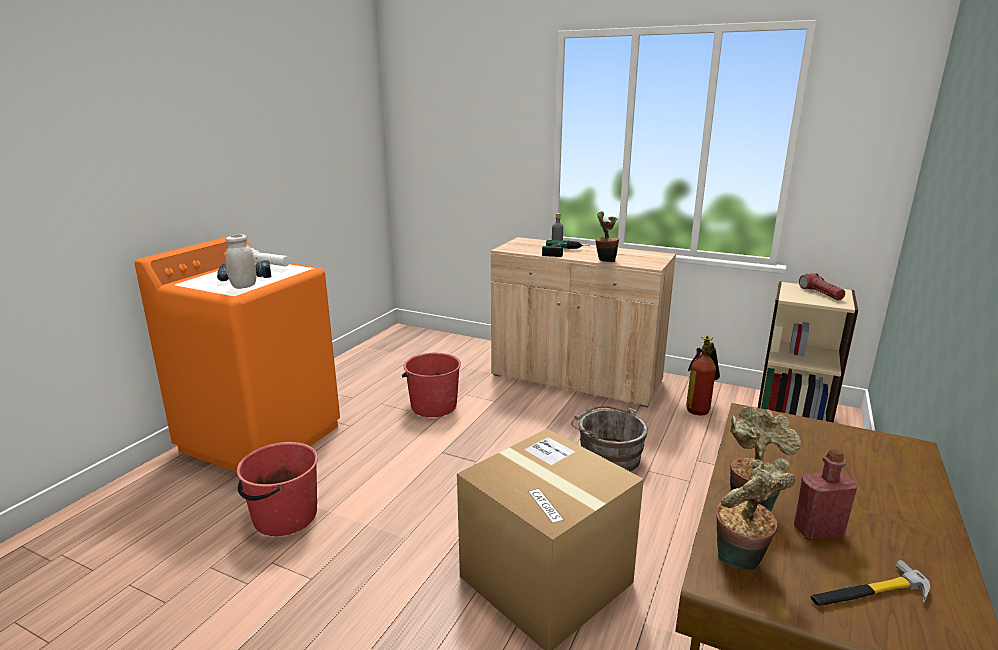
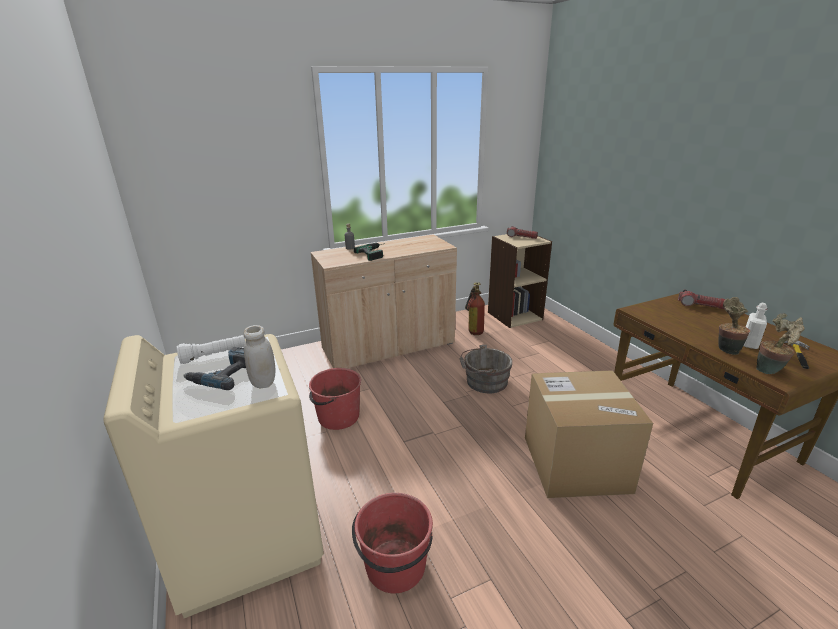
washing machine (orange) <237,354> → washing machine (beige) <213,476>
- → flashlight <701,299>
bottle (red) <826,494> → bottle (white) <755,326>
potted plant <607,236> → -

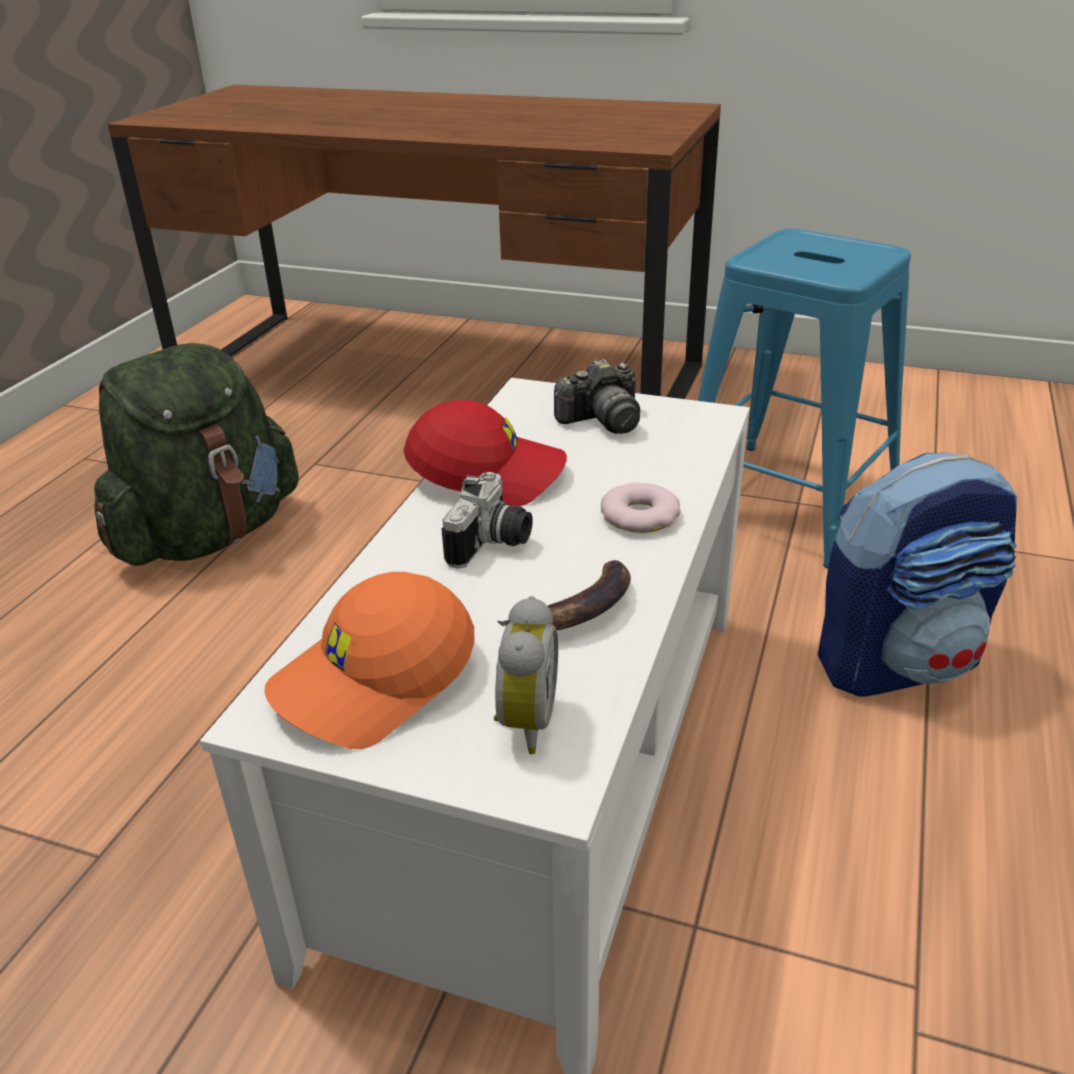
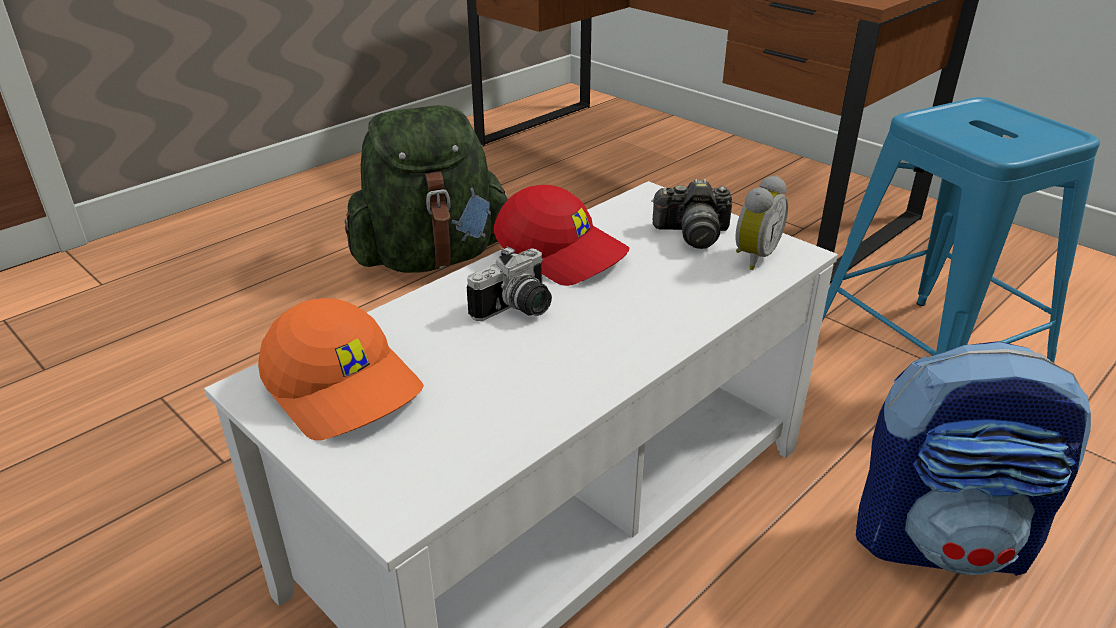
cap (orange) <369,660> → cap (orange) <341,369>, 120 degrees counterclockwise
alarm clock <525,675> → alarm clock <762,222>, relocated
banana <564,595> → -
donut <641,508> → -

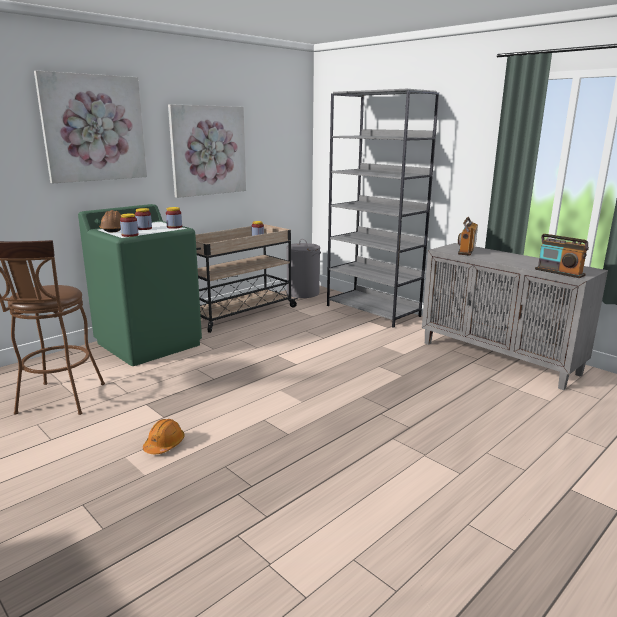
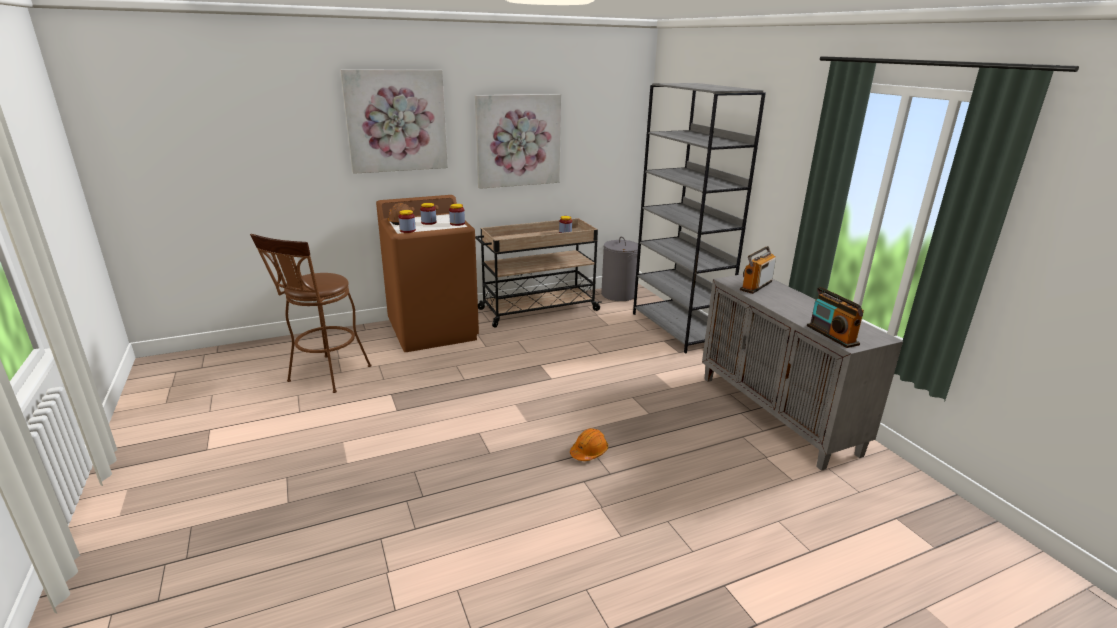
washing machine (green) <140,285> → washing machine (brown) <427,273>
hard hat (orange) <164,436> → hard hat (orange) <589,444>, relocated

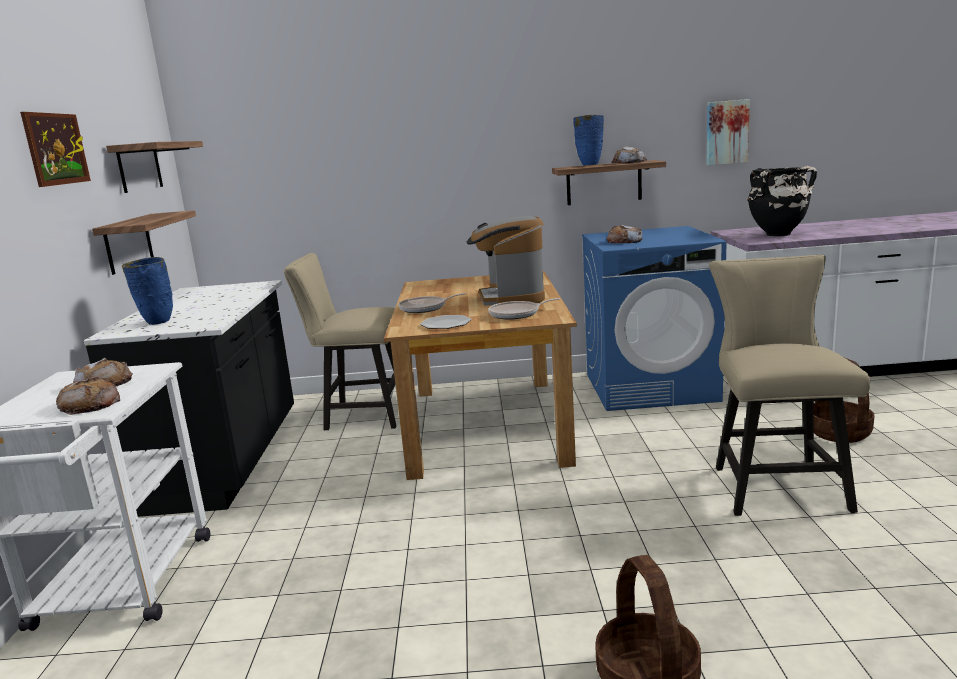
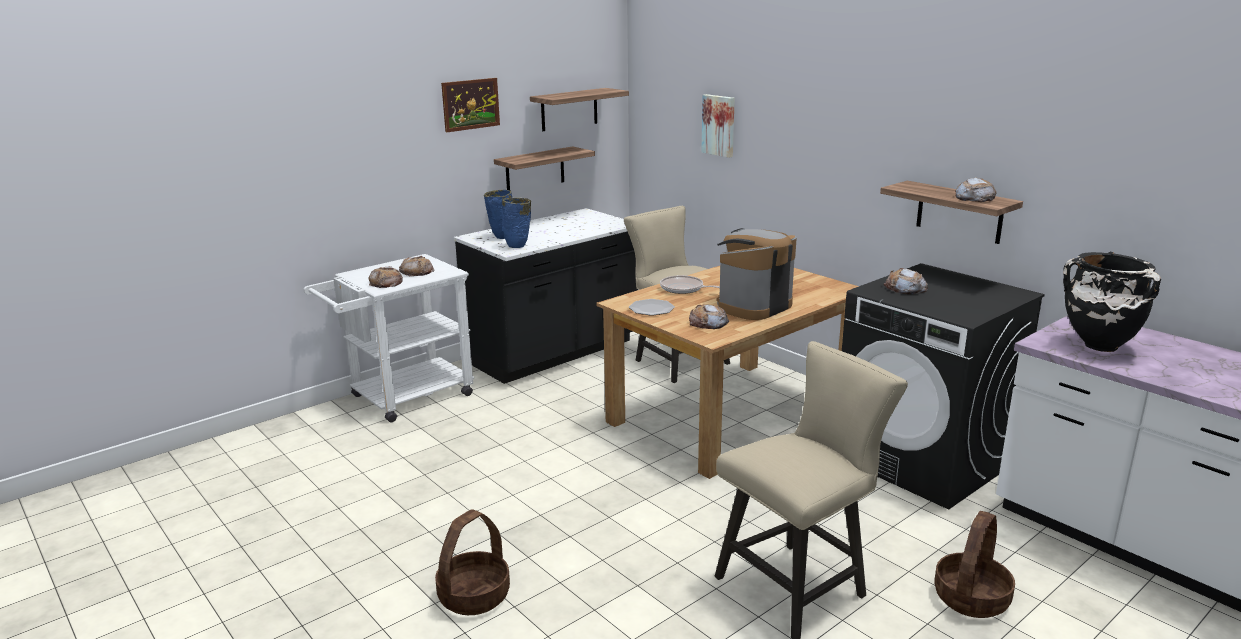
vase (blue) <588,140> → vase (blue) <516,223>, relocated
frying pan <524,308> → bread <709,316>
picture <728,132> → picture <718,126>, relocated
washing machine (blue) <654,318> → washing machine (black) <943,386>

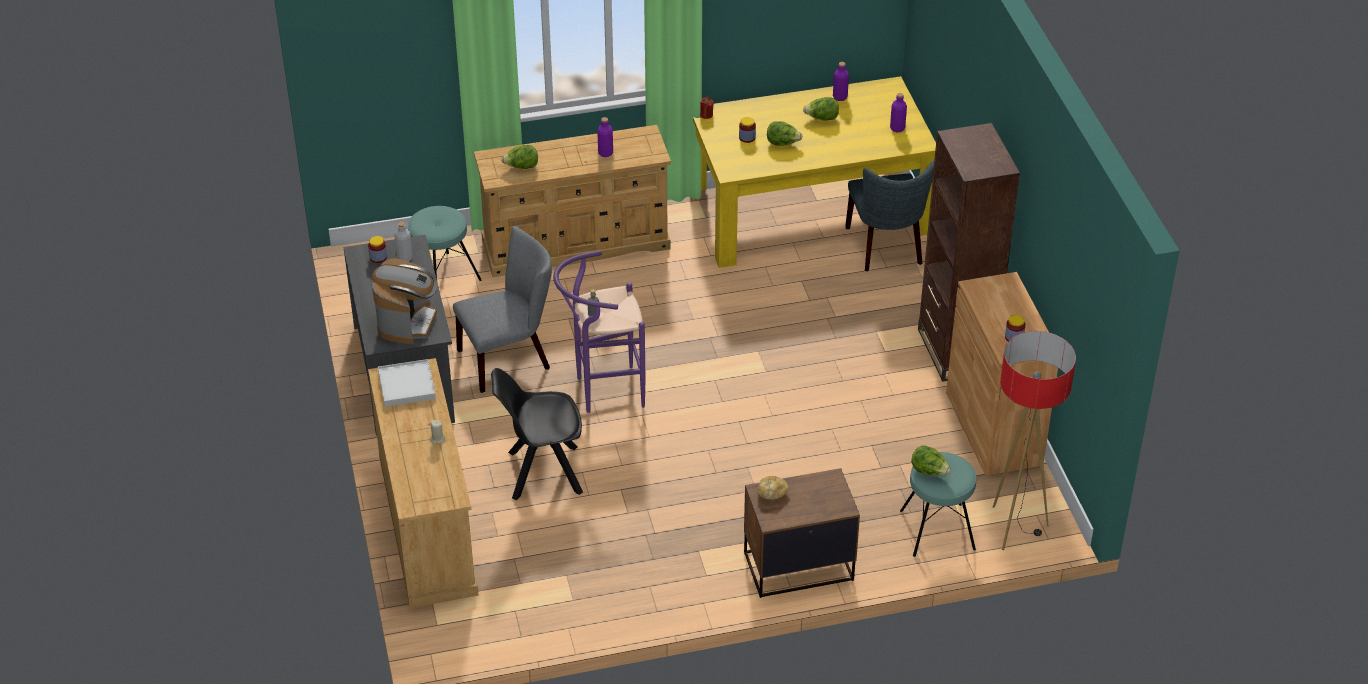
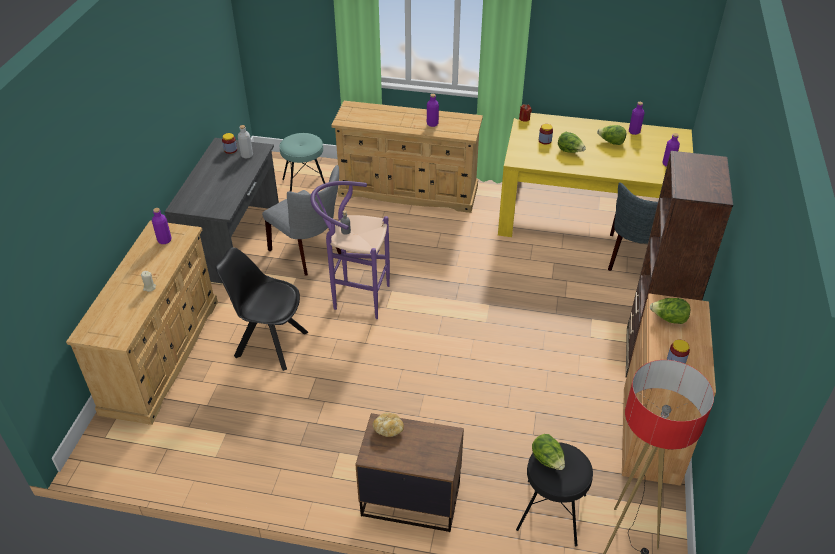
tray (white) <407,383> → bottle (purple) <162,226>
chair (grey) <502,309> → chair (grey) <301,220>, 45 degrees clockwise
stool (turquoise) <938,504> → stool (black) <554,494>
lettuce <519,157> → lettuce <670,311>, relocated
coffee machine <405,301> → -

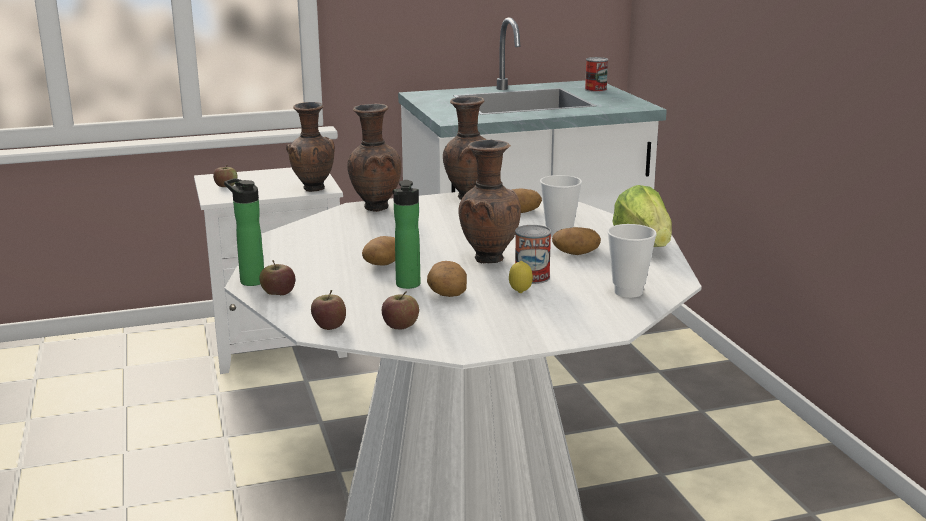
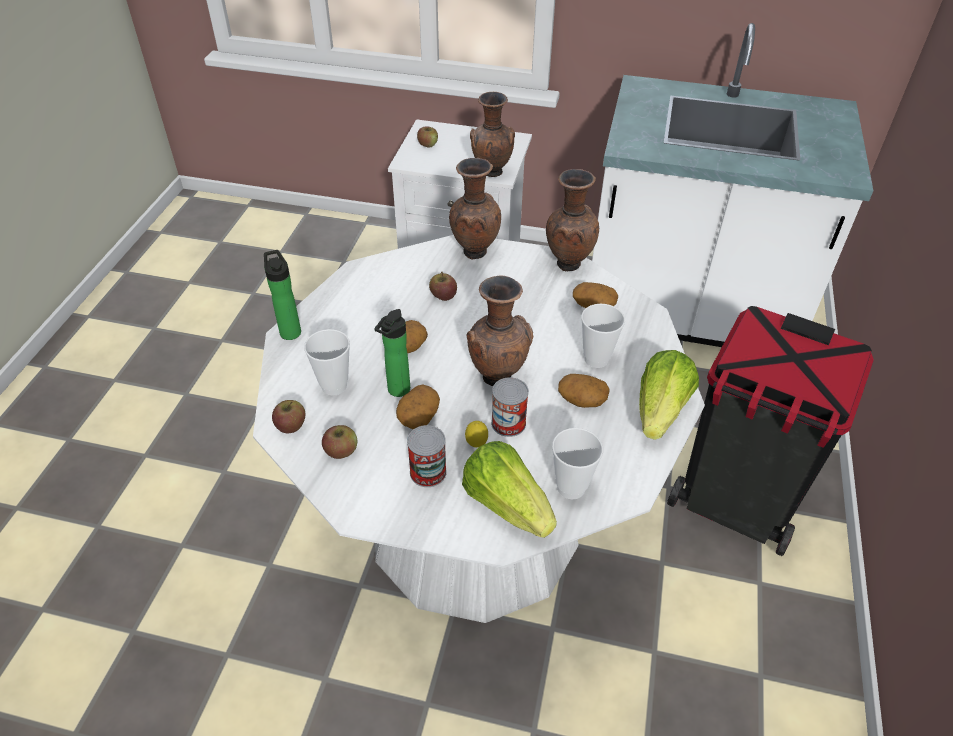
- → cup <327,362>
can <596,74> → can <427,456>, relocated
apple <277,277> → apple <443,286>, relocated
- → lettuce <509,489>
- → trash can (black) <770,431>

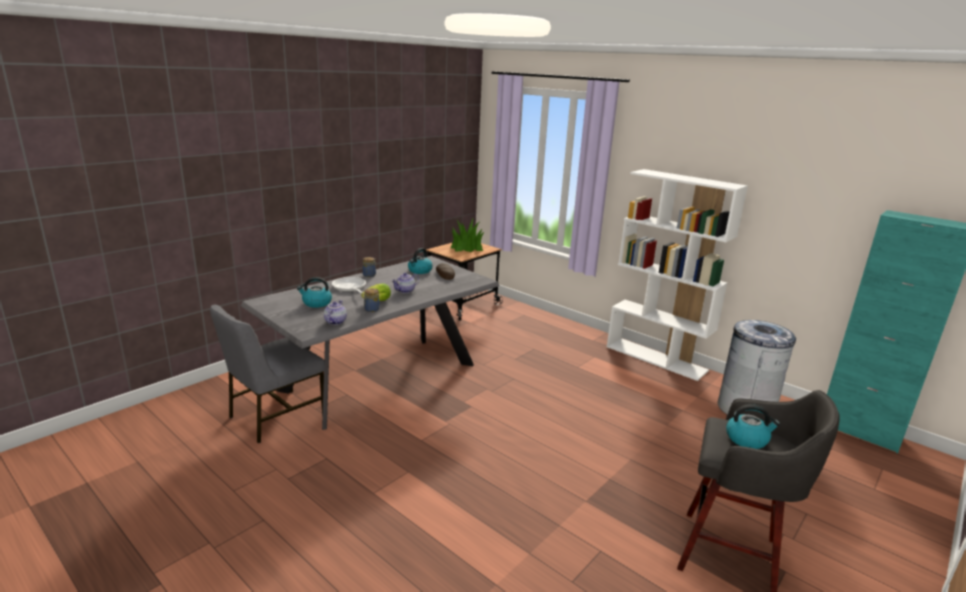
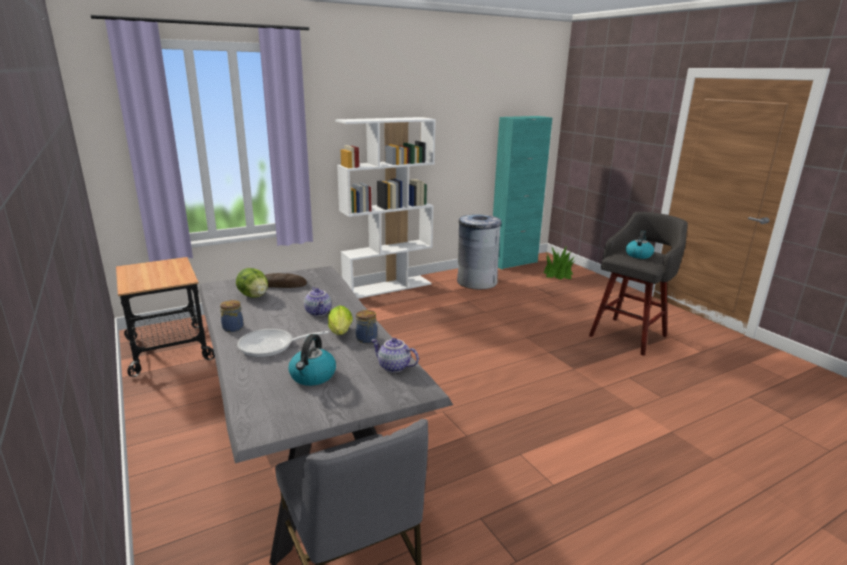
kettle <420,261> → lettuce <252,283>
potted plant <467,235> → potted plant <559,263>, relocated

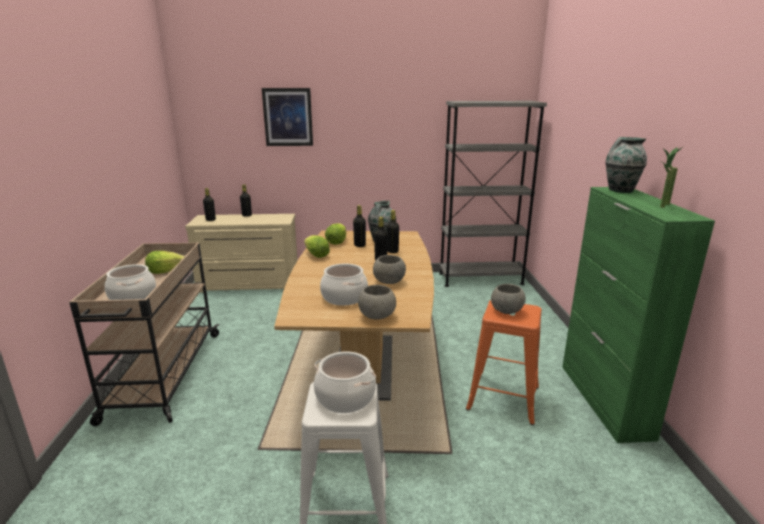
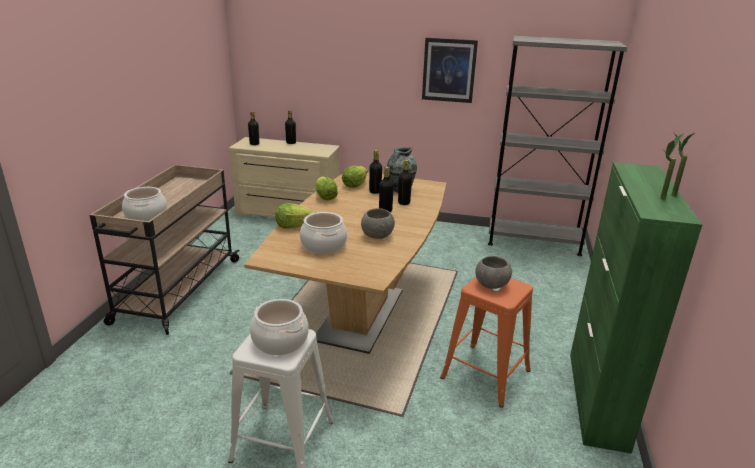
lettuce <165,262> → lettuce <296,216>, relocated
picture <287,117> → picture <450,70>, relocated
bowl (grey) <377,302> → -
vase <626,165> → -

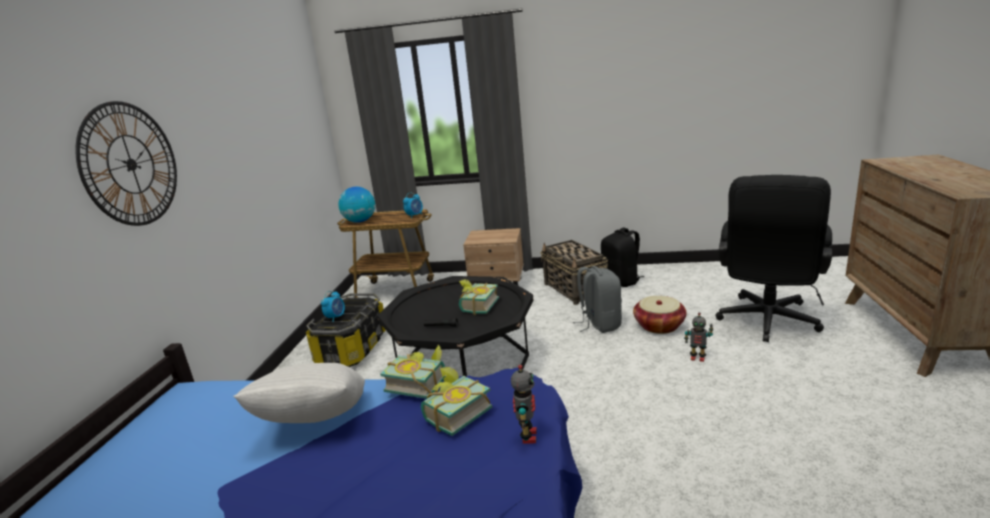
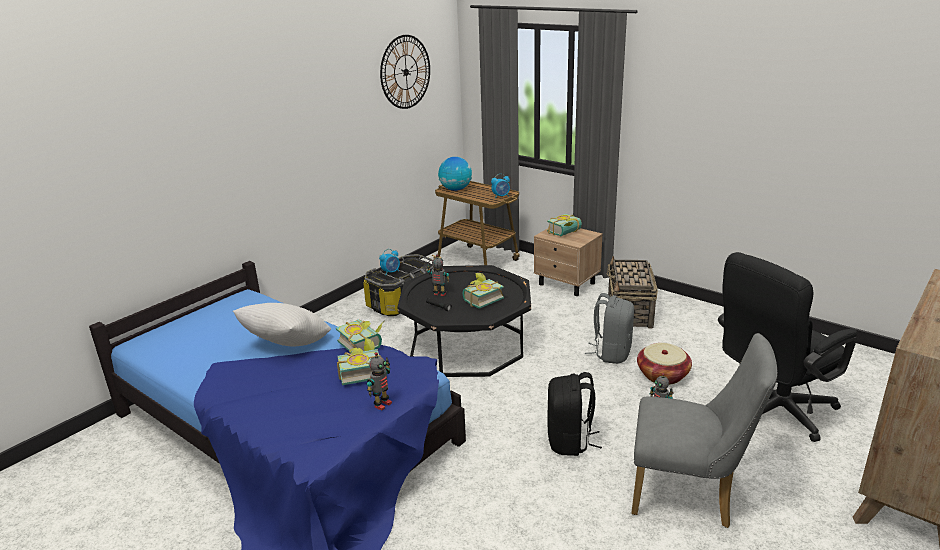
wall clock <126,163> → wall clock <405,72>, relocated
- → toy robot <438,275>
- → book <564,225>
backpack (black) <622,257> → backpack (black) <575,414>, relocated
- → chair (grey) <704,430>

